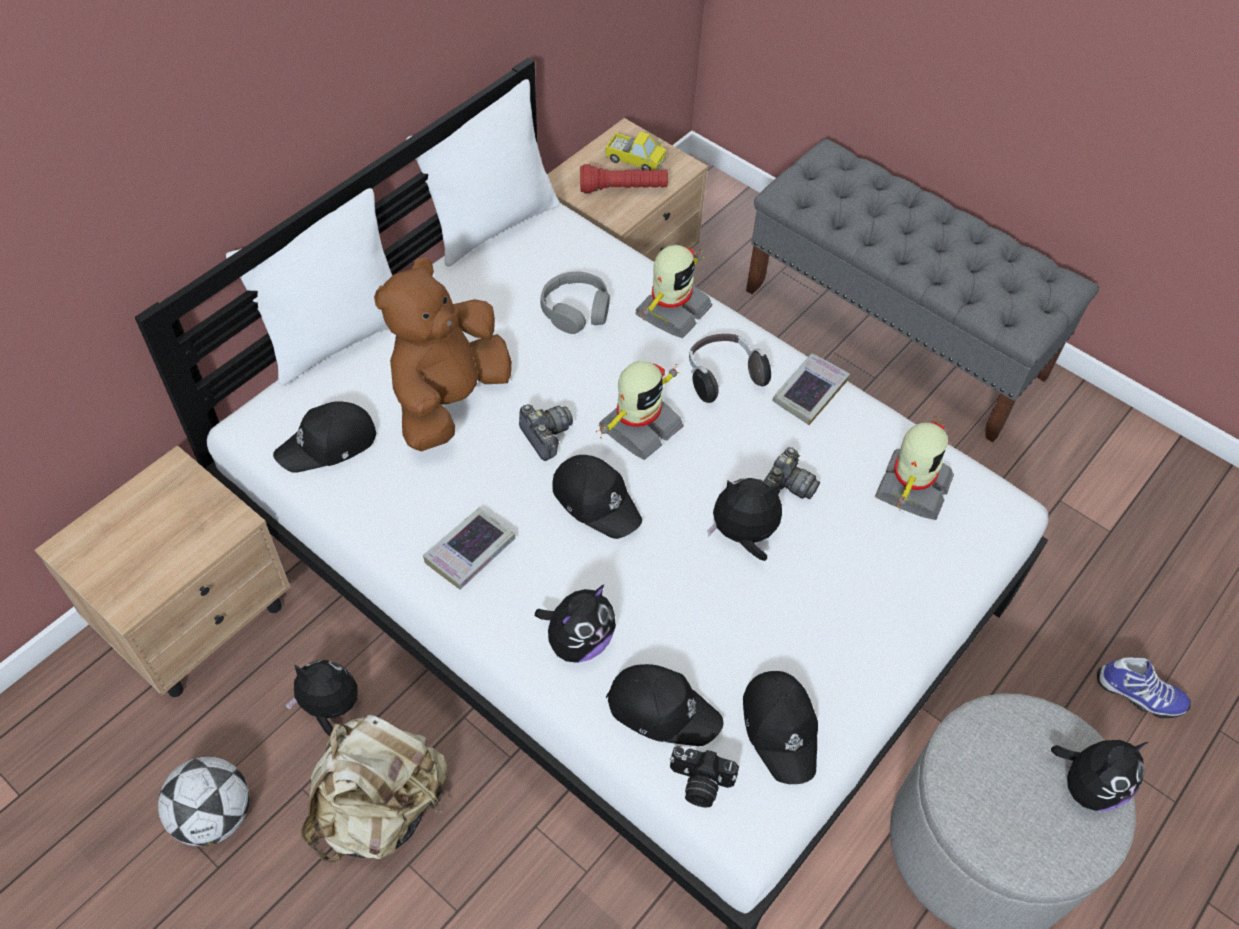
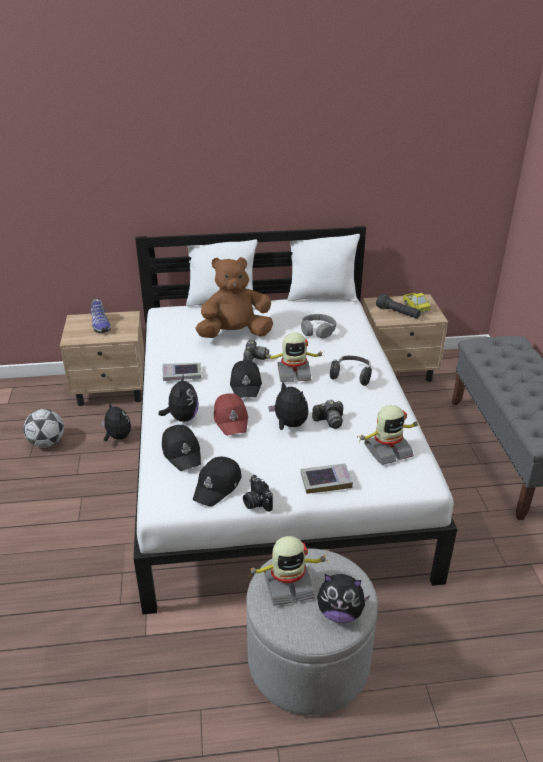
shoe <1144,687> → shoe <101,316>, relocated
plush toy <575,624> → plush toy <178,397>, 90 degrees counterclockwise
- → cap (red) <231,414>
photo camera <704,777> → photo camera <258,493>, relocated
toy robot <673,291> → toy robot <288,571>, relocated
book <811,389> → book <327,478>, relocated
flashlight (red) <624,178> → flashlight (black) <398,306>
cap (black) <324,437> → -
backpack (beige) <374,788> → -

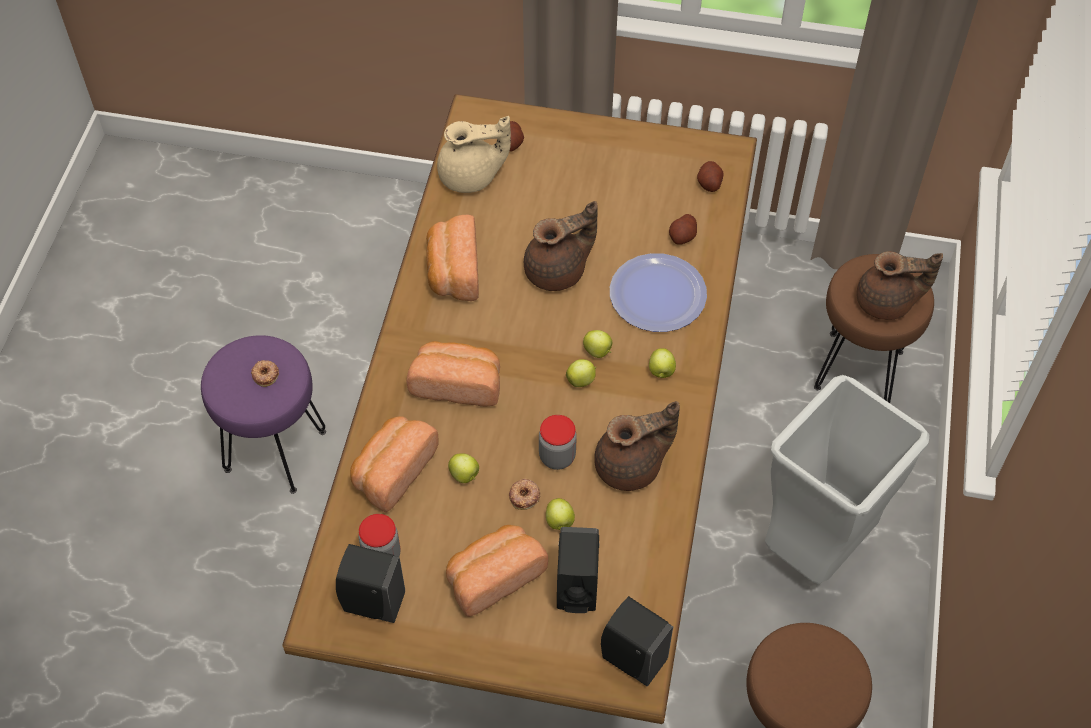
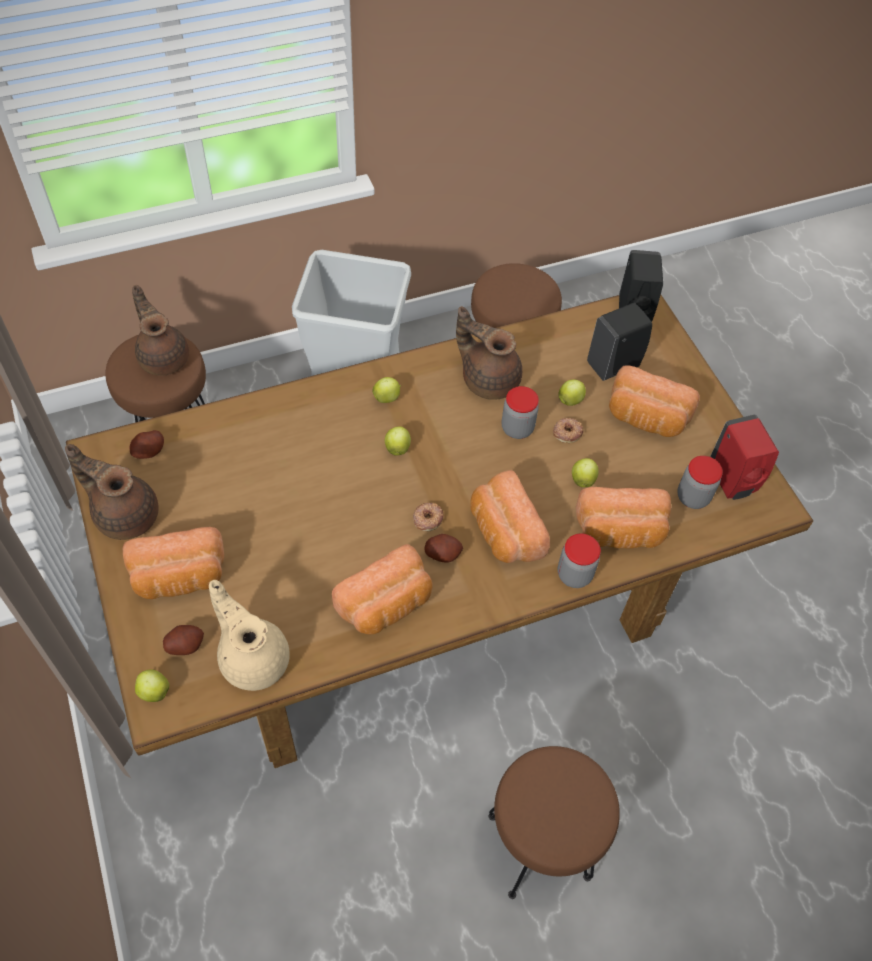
teapot (brown) <561,246> → teapot (brown) <112,492>, relocated
- → bread <173,563>
apple <581,373> → apple <152,685>, relocated
donut <265,373> → donut <428,517>, relocated
potato <683,229> → potato <444,548>, relocated
stool (purple) <263,414> → stool (brown) <554,822>
- → jar <579,560>
soap dispenser (black) <370,583> → soap dispenser (red) <744,457>
plate <658,292> → -

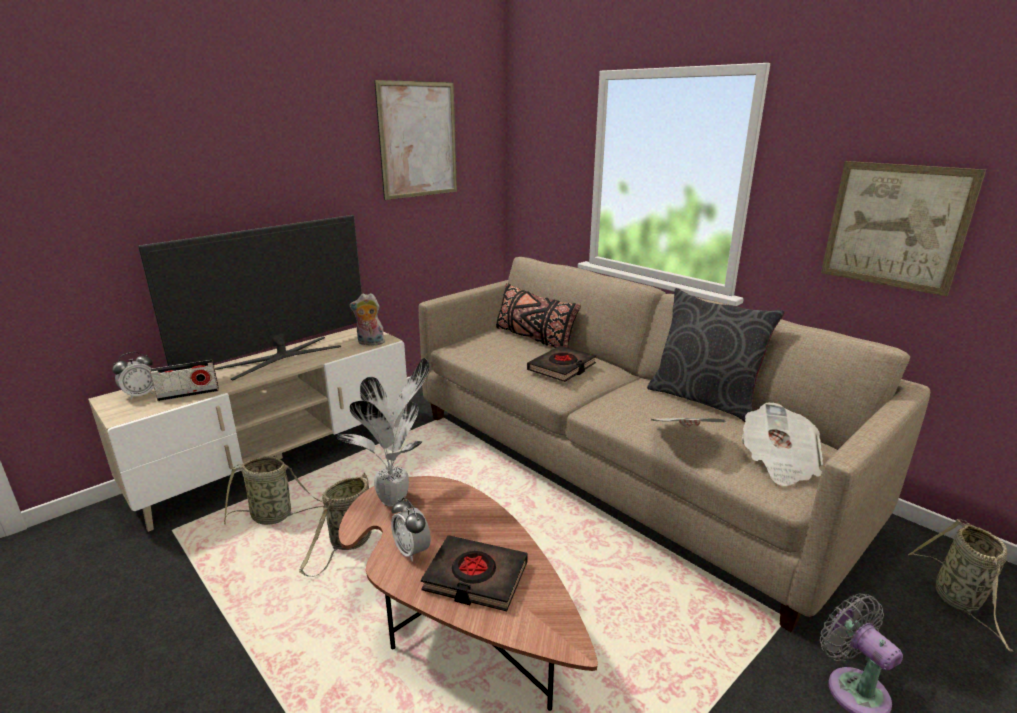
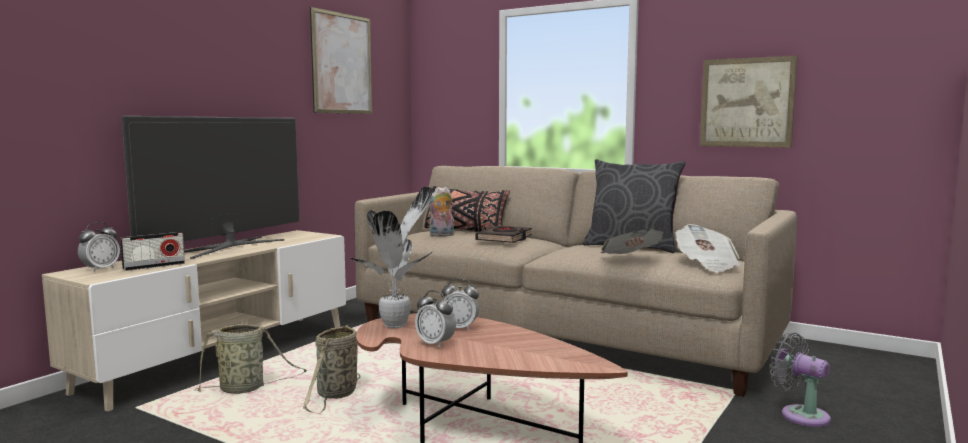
plush toy <367,319> → plush toy <441,212>, relocated
- → alarm clock <460,305>
book (black) <474,573> → -
basket <960,585> → -

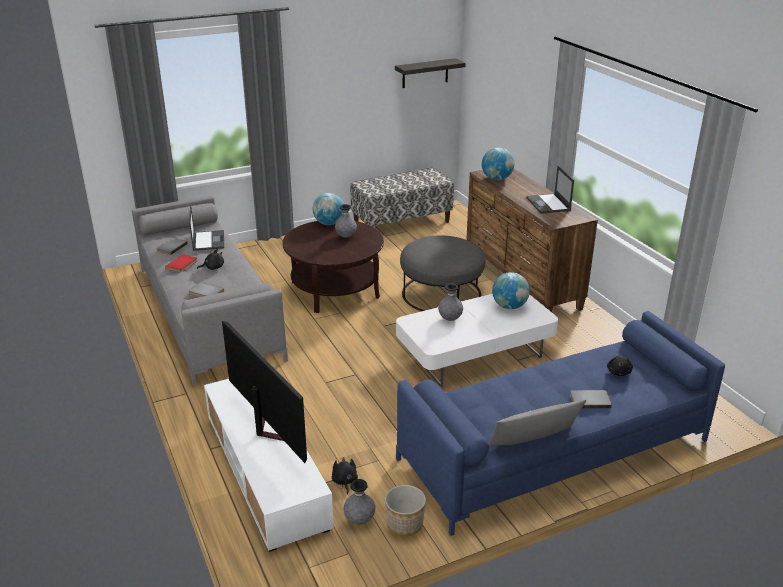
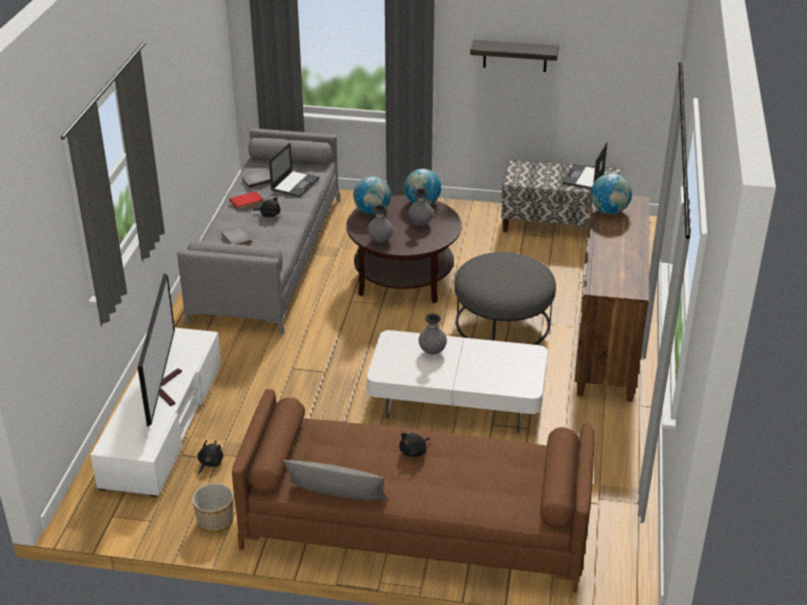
sofa (blue) <560,423> → sofa (brown) <413,491>
globe <511,290> → globe <372,195>, relocated
vase (grey) <359,502> → vase (grey) <380,223>, relocated
plush toy (black) <620,365> → plush toy (black) <414,445>, relocated
shelf <430,73> → shelf <514,56>, relocated
laptop <550,190> → laptop <585,165>, relocated
book (grey) <591,399> → -

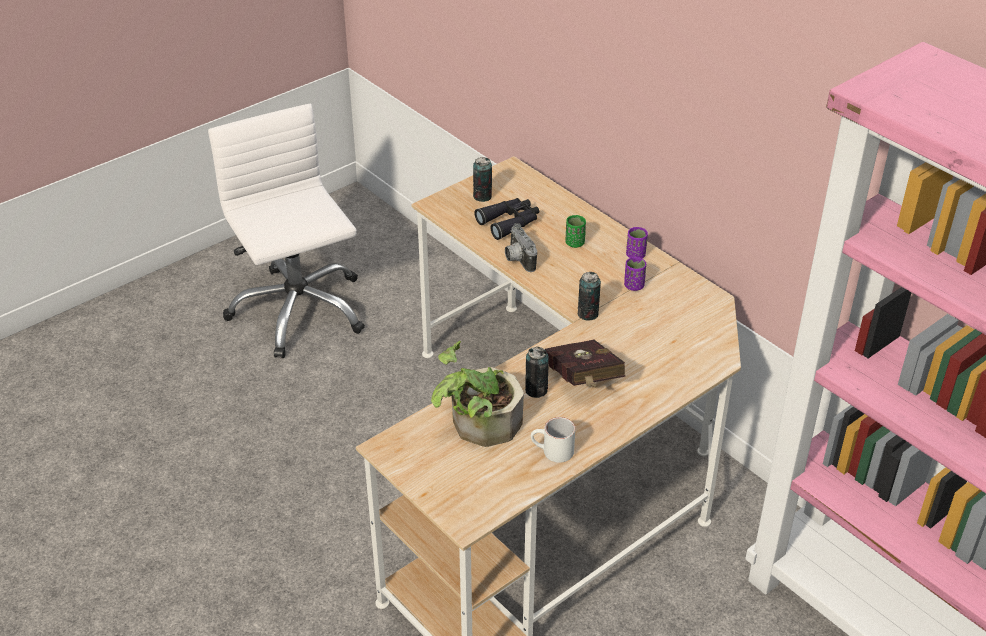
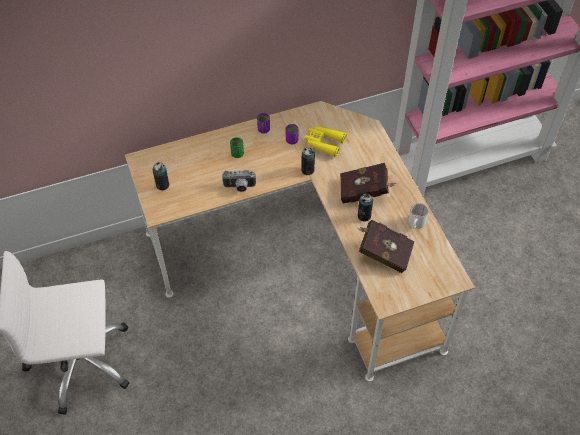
- → binoculars (yellow) <325,142>
potted plant <477,394> → book (red) <386,246>
binoculars (black) <506,219> → -

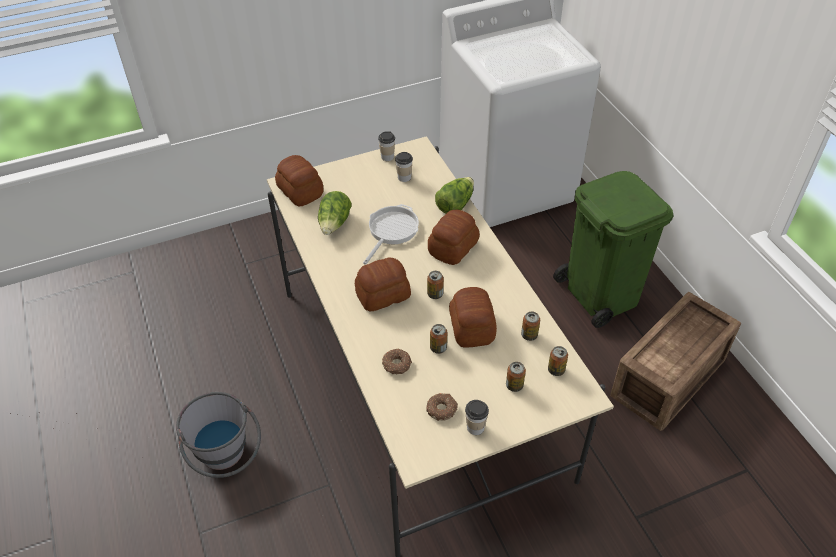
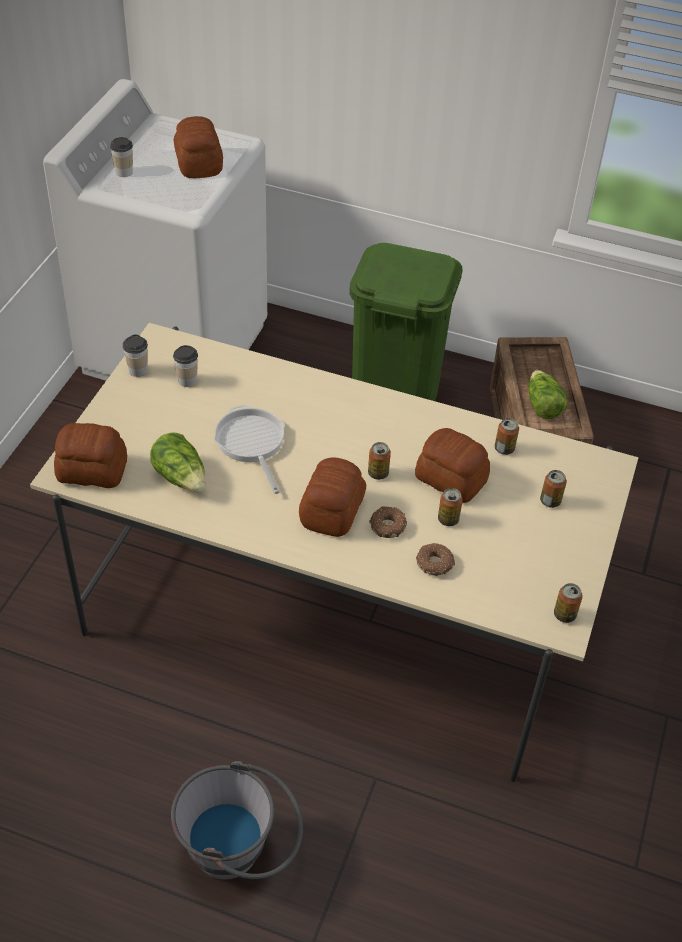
cup <477,417> → cup <121,157>, relocated
bread <454,237> → bread <198,147>, relocated
donut <442,407> → donut <388,522>, relocated
lettuce <454,195> → lettuce <548,394>, relocated
can <558,361> → can <568,603>, relocated

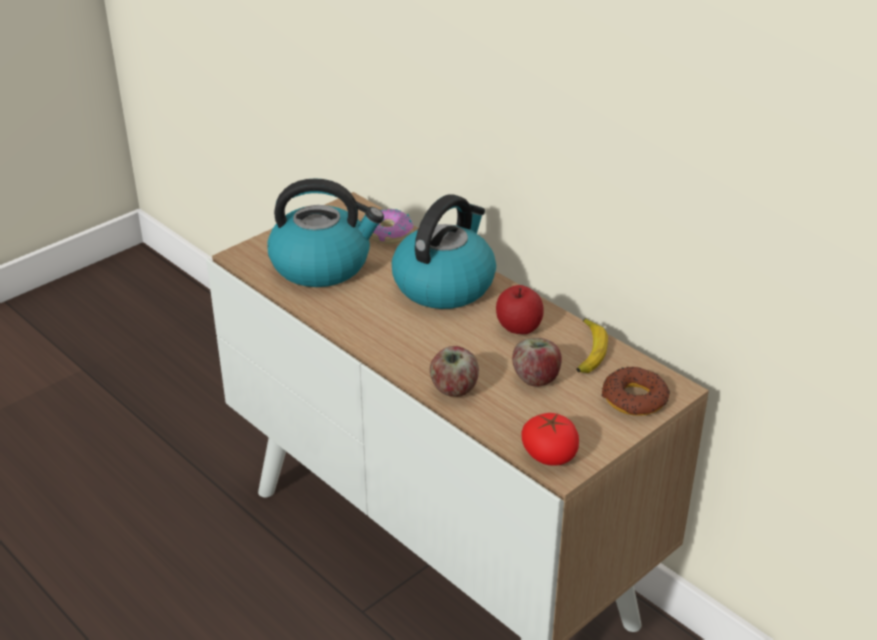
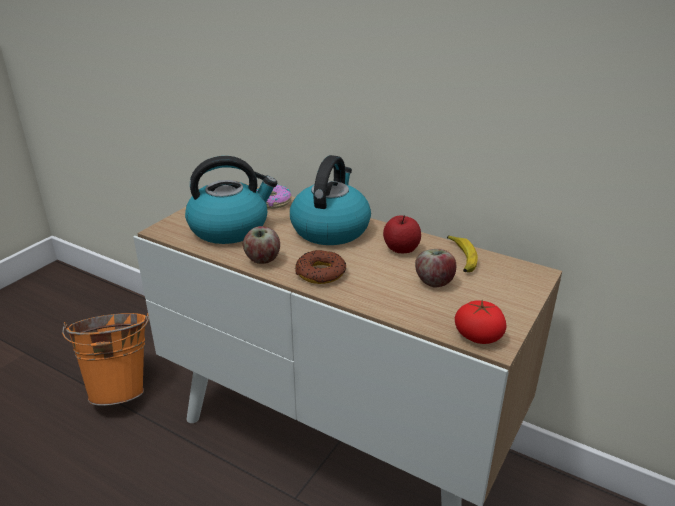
- → bucket (orange) <105,359>
apple <454,371> → apple <261,245>, relocated
donut <635,391> → donut <320,267>, relocated

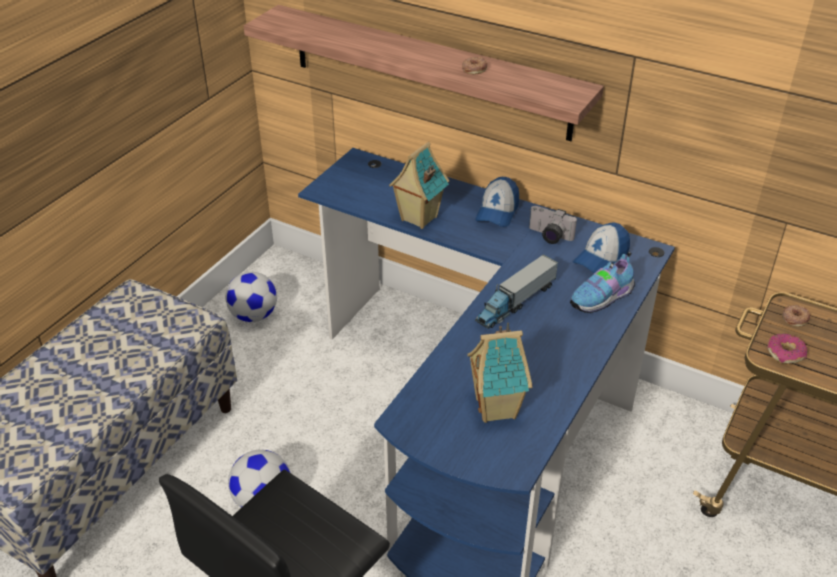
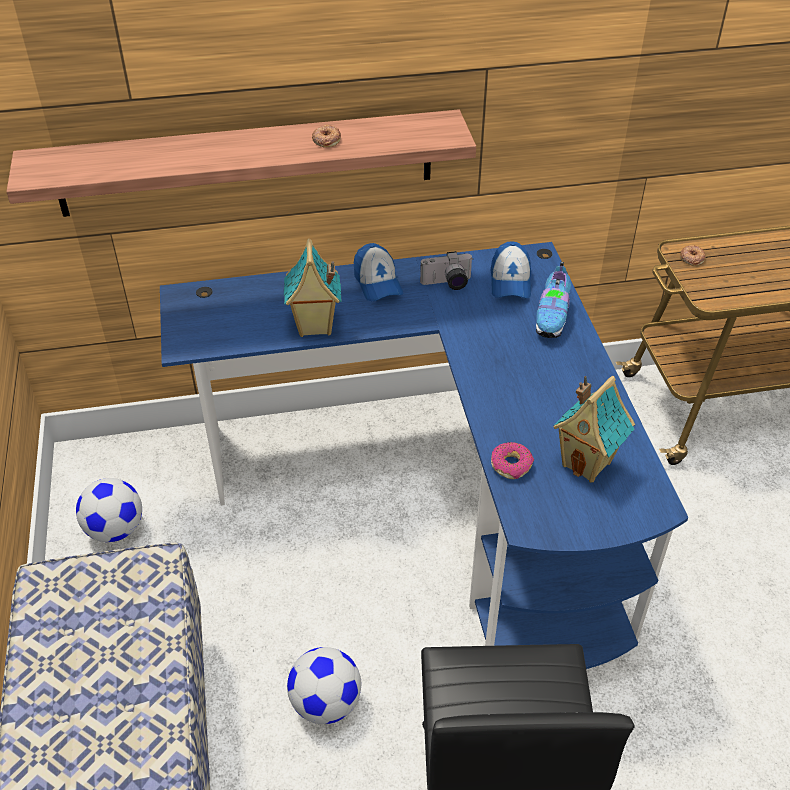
donut <787,348> → donut <512,460>, relocated
toy truck <516,291> → -

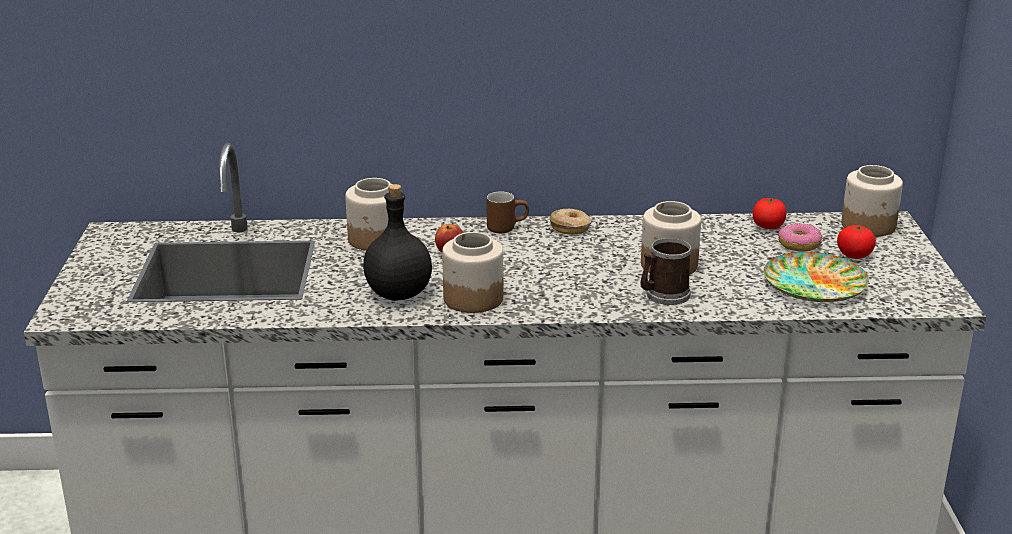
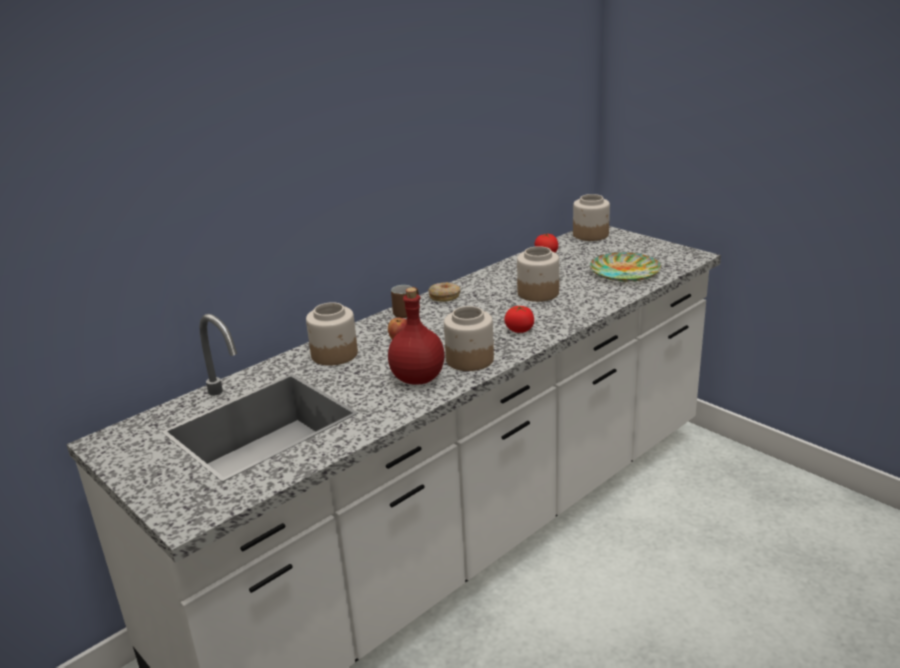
bottle (black) <397,242> → bottle (red) <416,336>
tomato <856,242> → tomato <519,319>, relocated
mug <666,271> → -
donut <800,237> → -

